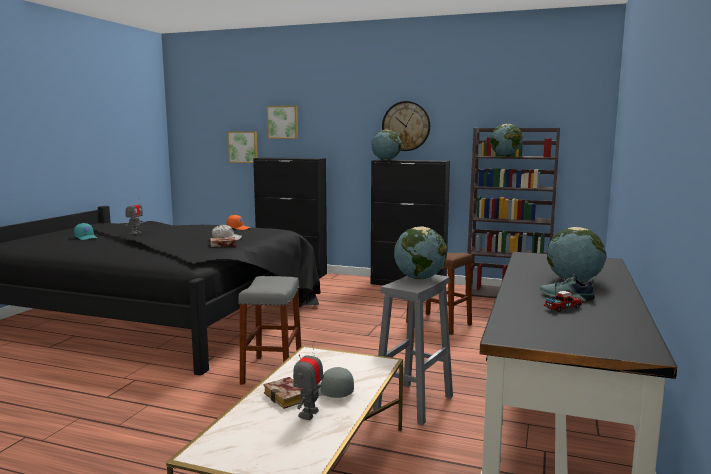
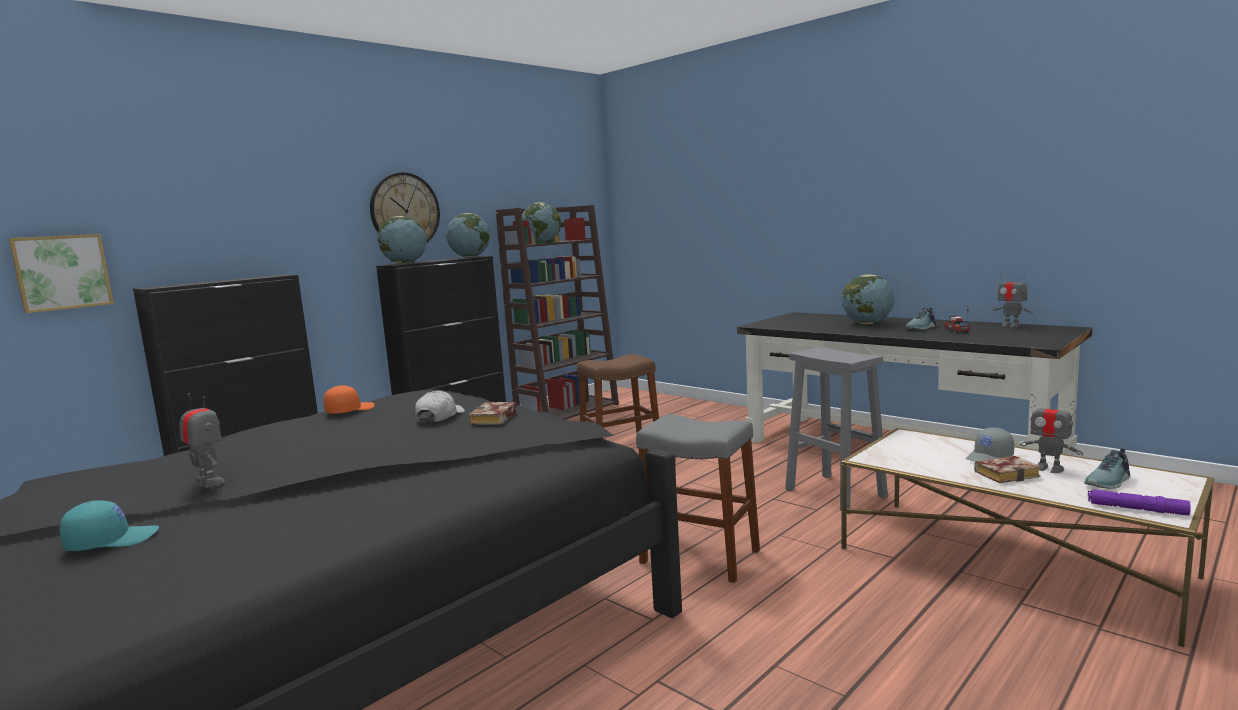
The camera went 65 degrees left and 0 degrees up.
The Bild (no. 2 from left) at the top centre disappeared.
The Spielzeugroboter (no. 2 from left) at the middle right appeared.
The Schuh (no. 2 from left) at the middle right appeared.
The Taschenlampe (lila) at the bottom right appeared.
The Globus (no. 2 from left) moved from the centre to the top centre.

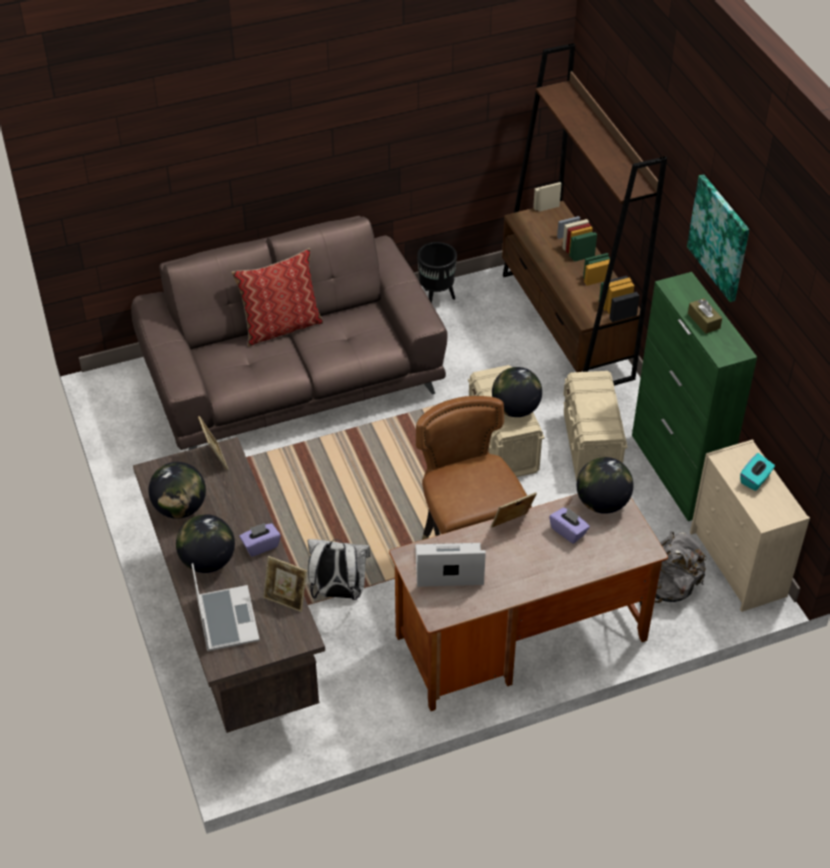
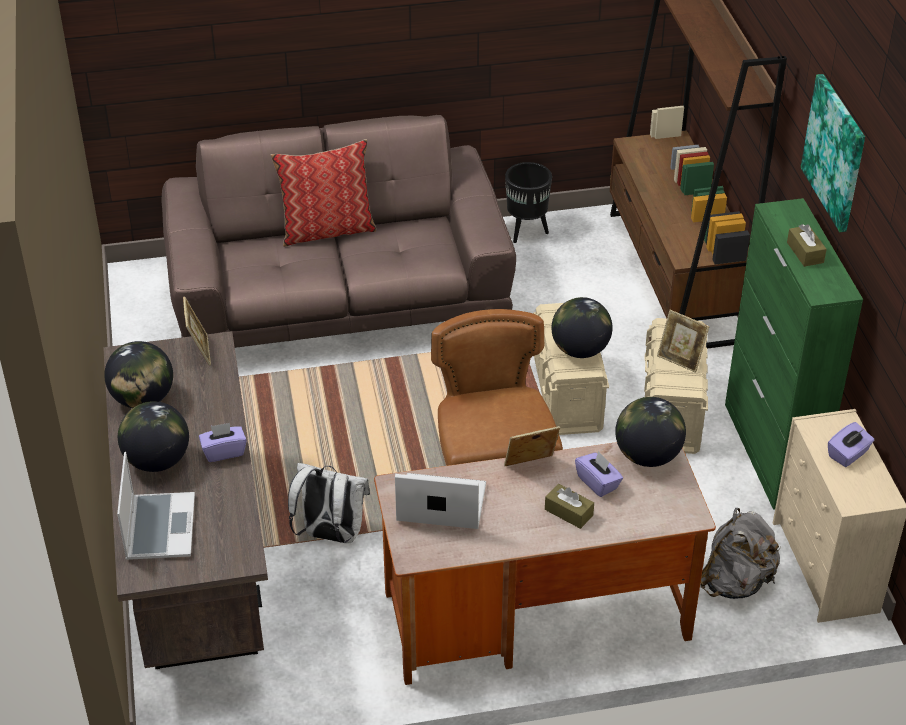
The camera went 10 degrees right and 5 degrees down.
The Taschentuchbox (braun) (no. 1 from left) at the bottom centre appeared.
The Bilderrahmen (no. 2 from left in the first image) moved from the bottom centre to the middle right.
The Taschentuchbox (türkis) at the middle right became the Taschentuchbox (lila) (no. 3 from left) at the middle right.

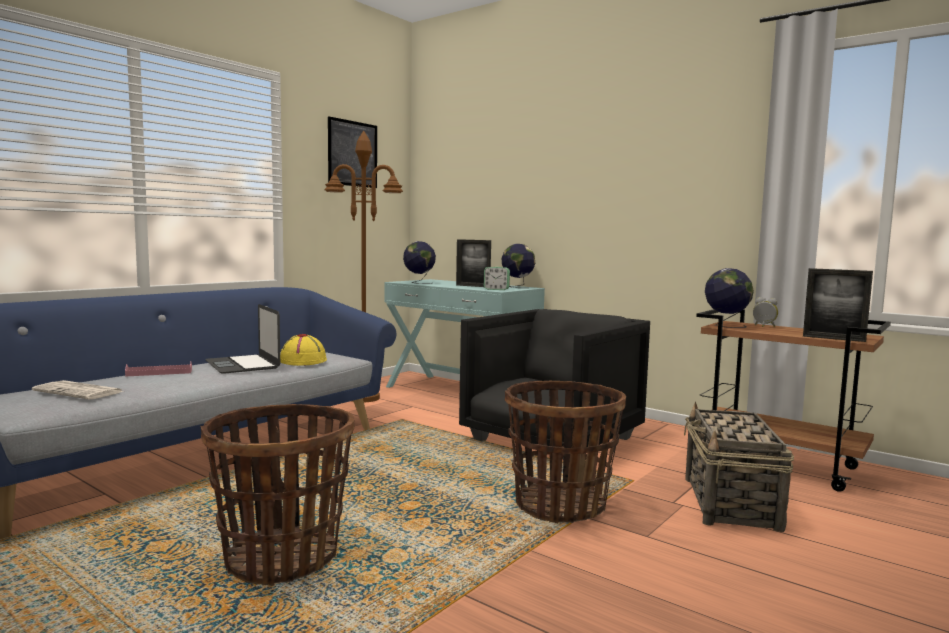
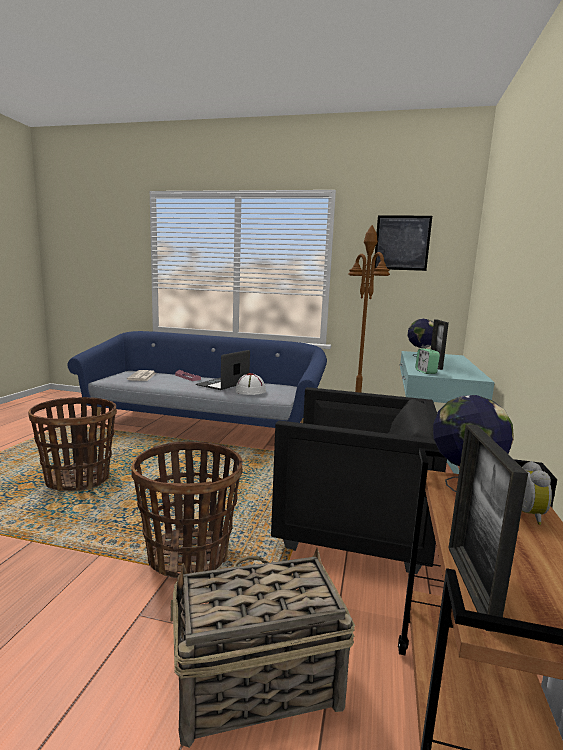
The camera went 65 degrees right and 5 degrees up.
The Globus (no. 2 from left) at the centre disappeared.
The Hut (gelb) at the middle left became the Hut (weiß) at the centre.

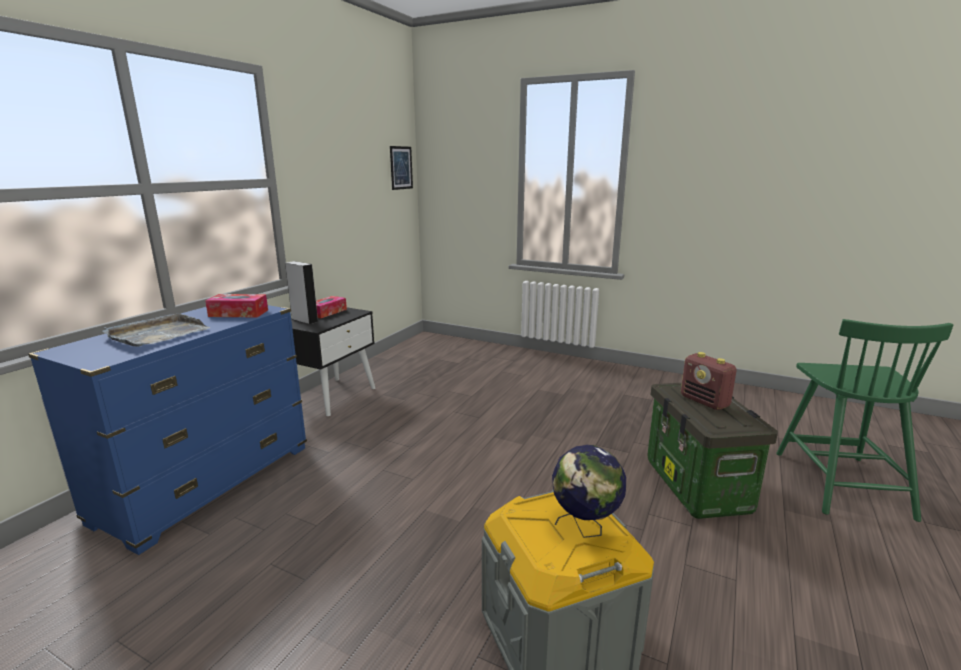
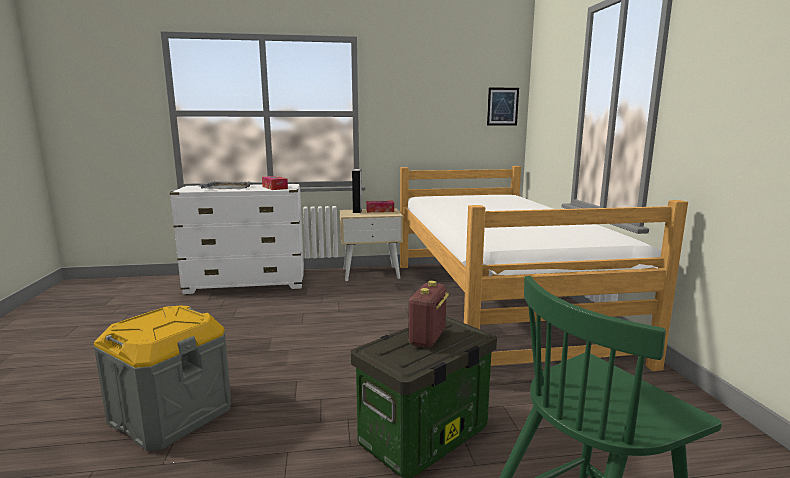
The camera went 55 degrees right and 5 degrees down.
The Globus at the bottom centre disappeared.
The Bett at the middle right appeared.
The Kommode (blau) at the middle left became the Kommode (weiß) at the middle left.
The Nachttisch (schwarz) at the centre became the Nachttisch (beige) at the centre.

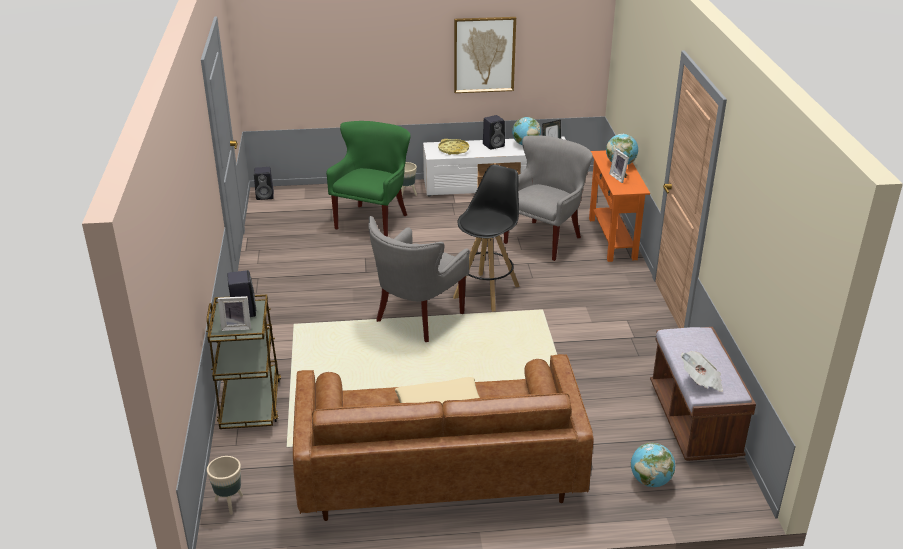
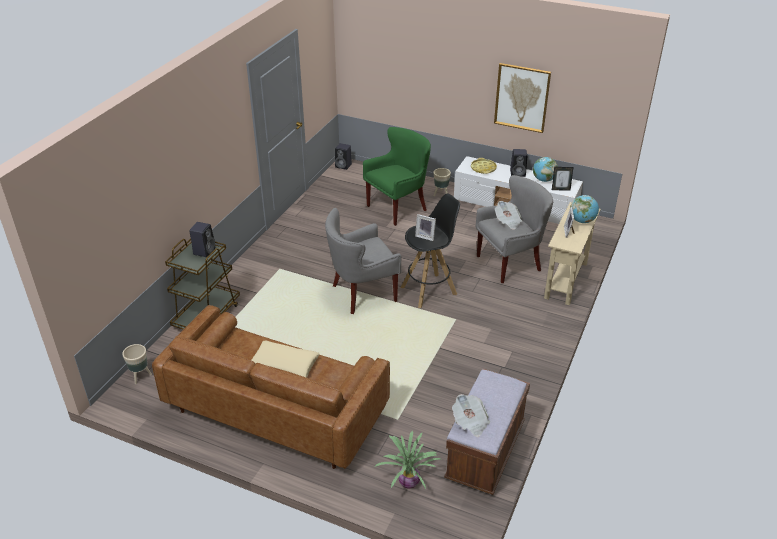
The camera went 30 degrees right and 5 degrees up.
The Zeitung (no. 2 from left) at the centre appeared.
The Bilderrahmen (no. 1 from left) moved from the middle left to the centre.
The Globus (no. 3 from left) at the bottom right was replaced by the Topfpflanze at the bottom centre.
The Konsolentisch (orange) at the middle right became the Konsolentisch (beige) at the middle right.

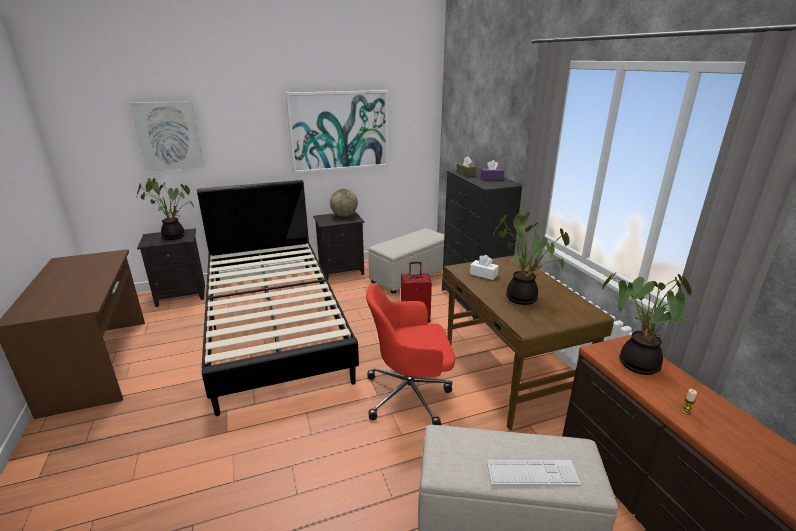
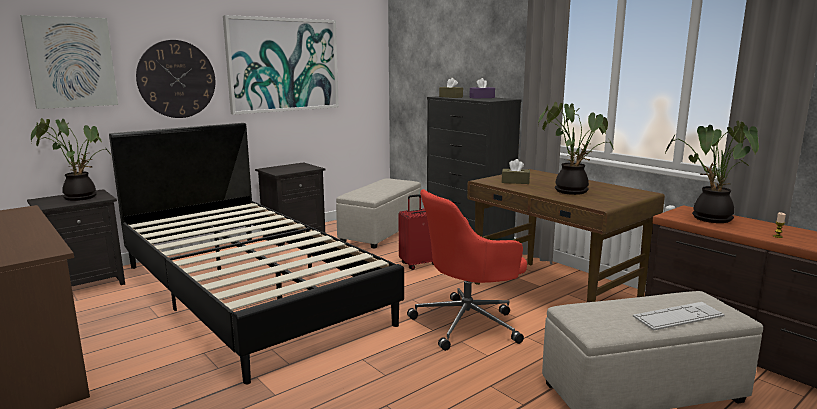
The camera went 20 degrees left and 10 degrees down.
The Globus at the centre disappeared.
The Wanduhr at the top left appeared.
The Taschentuchbox (weiß) at the centre became the Taschentuchbox (braun) (no. 2 from left) at the centre.

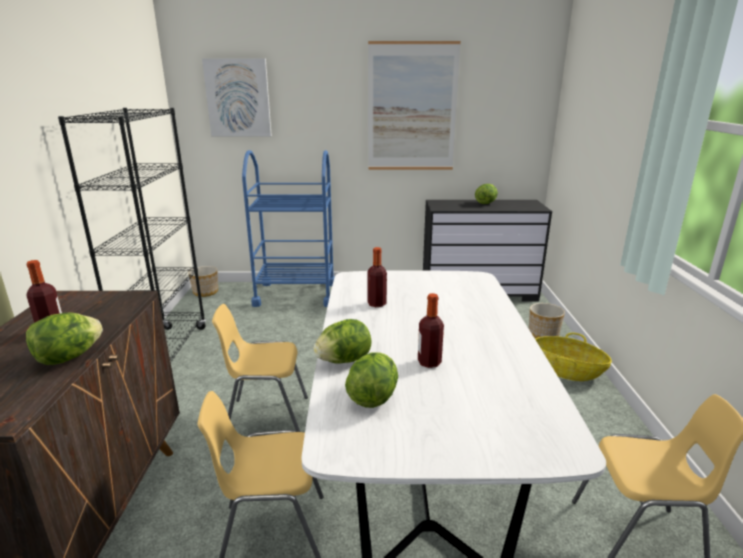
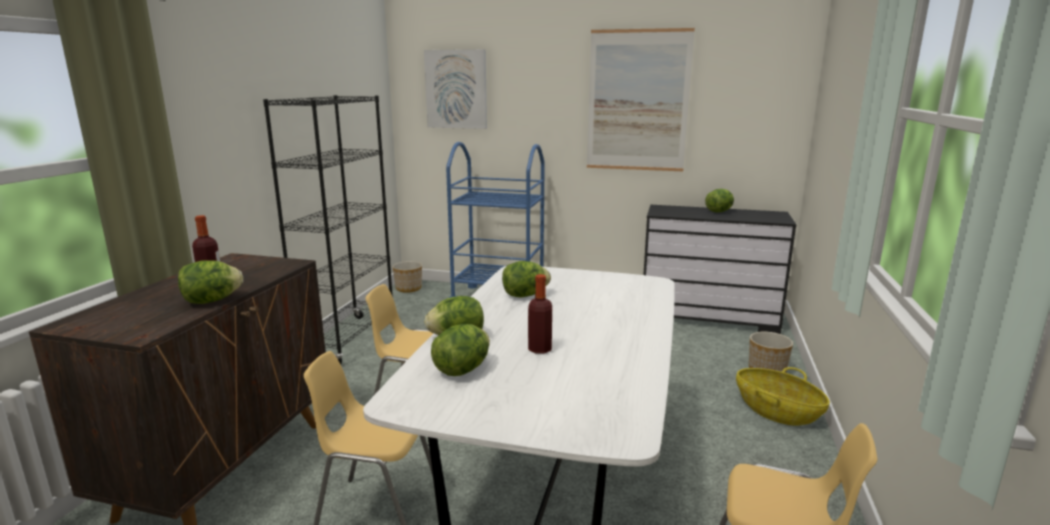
The camera went 15 degrees right and 5 degrees down.
The Flasche (no. 2 from left) at the centre was replaced by the Salatkopf (no. 4 from left) at the centre.

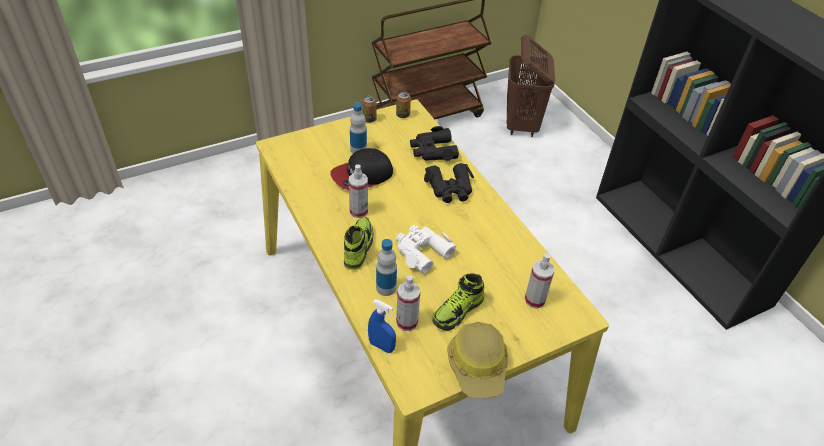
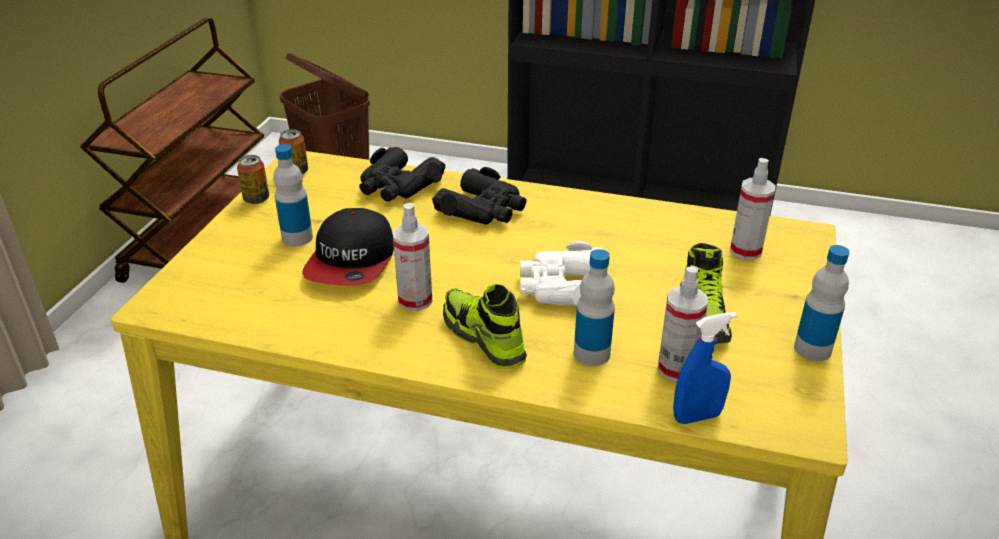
The camera went 45 degrees left and 10 degrees down.
The Schutzhelm at the bottom centre was replaced by the Flasche (no. 3 from left) at the middle right.

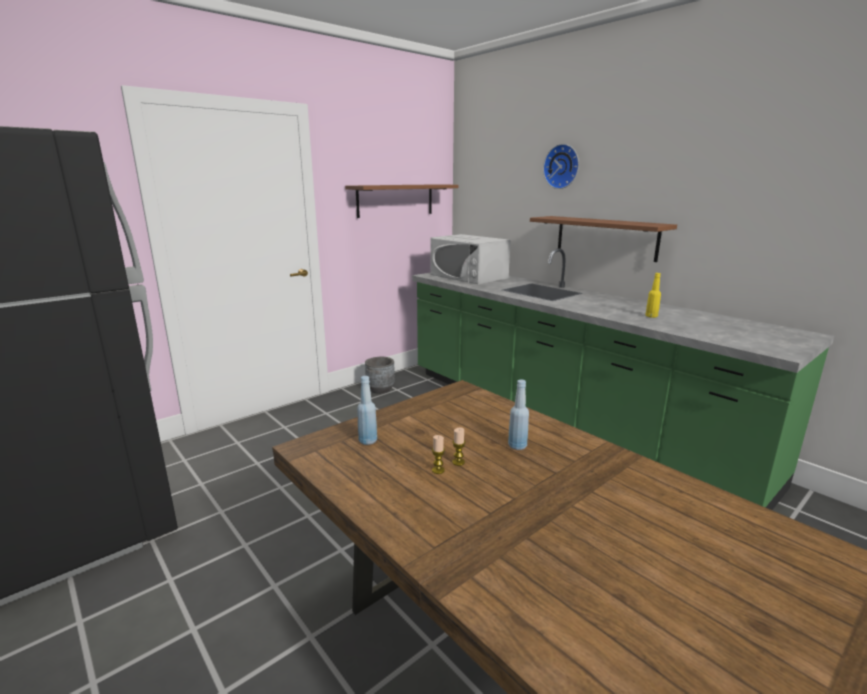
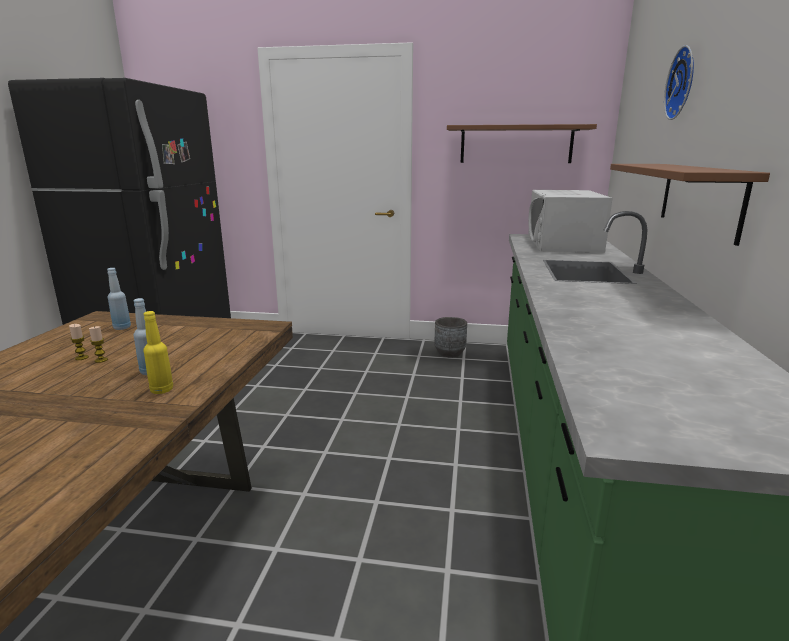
The camera went 50 degrees right and 0 degrees up.
The Flasche (gelb) moved from the middle right to the middle left.

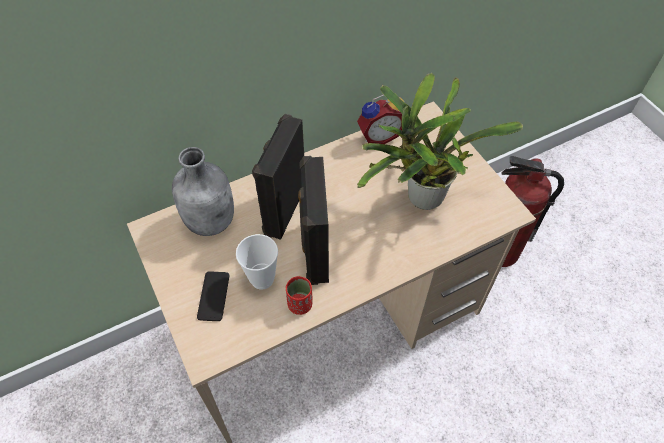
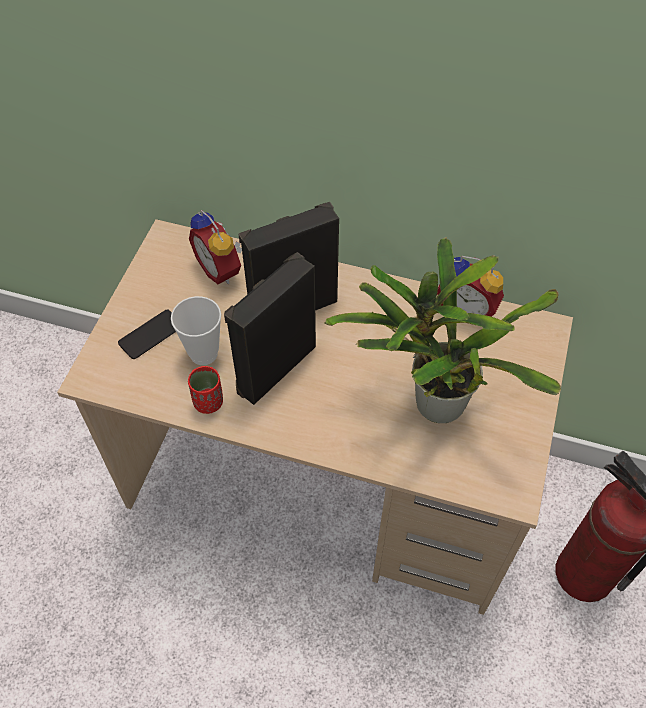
The camera went 45 degrees right and 0 degrees up.
The Flasche (grau) at the middle left was replaced by the Wecker (no. 1 from left) at the middle left.

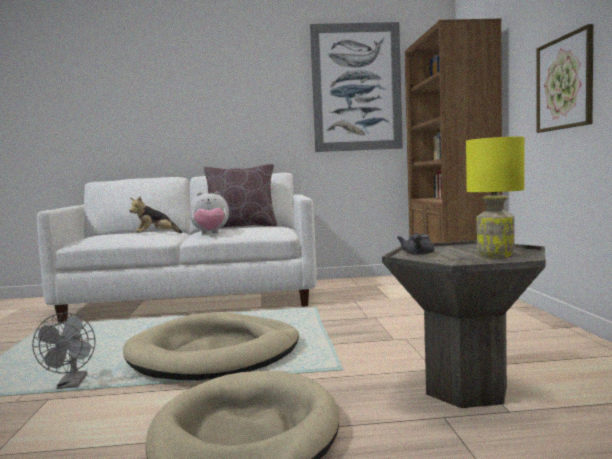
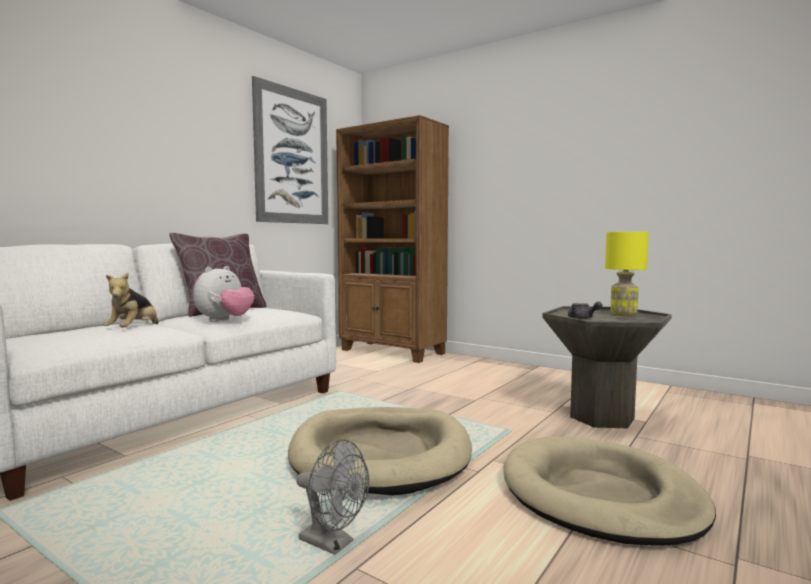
The camera went 50 degrees left and 0 degrees up.
The Bild (no. 2 from left) at the top right disappeared.

